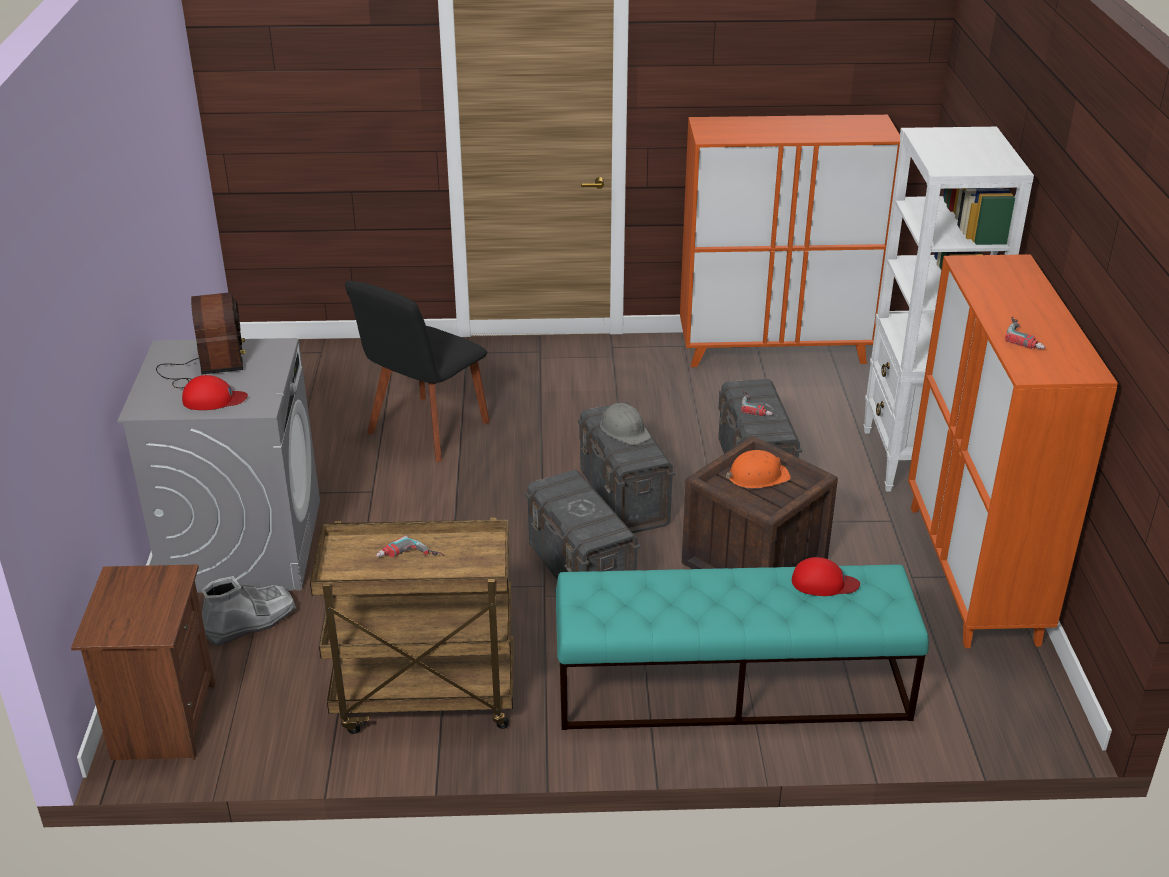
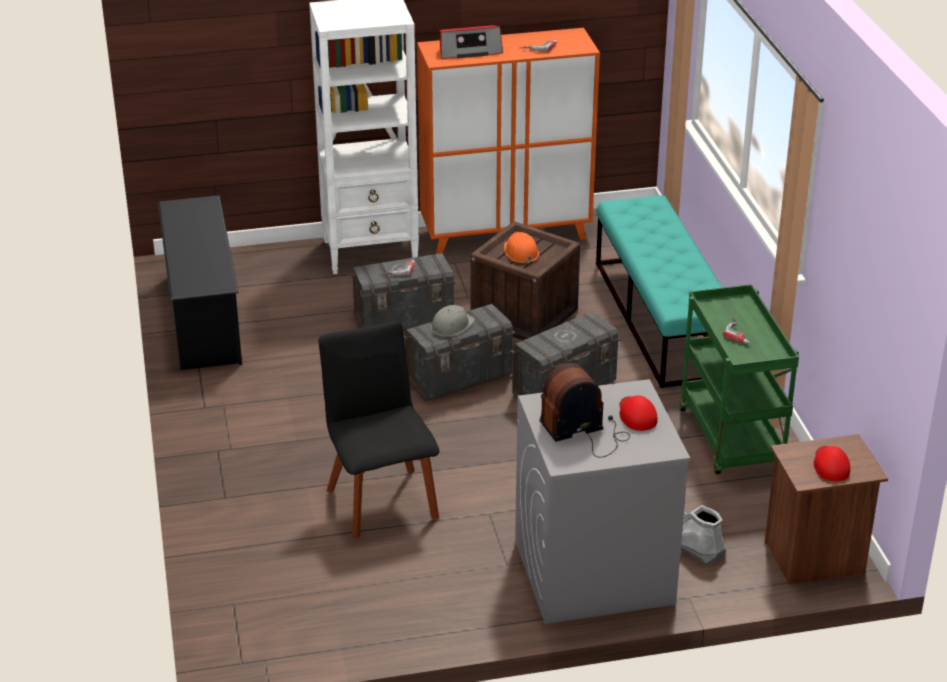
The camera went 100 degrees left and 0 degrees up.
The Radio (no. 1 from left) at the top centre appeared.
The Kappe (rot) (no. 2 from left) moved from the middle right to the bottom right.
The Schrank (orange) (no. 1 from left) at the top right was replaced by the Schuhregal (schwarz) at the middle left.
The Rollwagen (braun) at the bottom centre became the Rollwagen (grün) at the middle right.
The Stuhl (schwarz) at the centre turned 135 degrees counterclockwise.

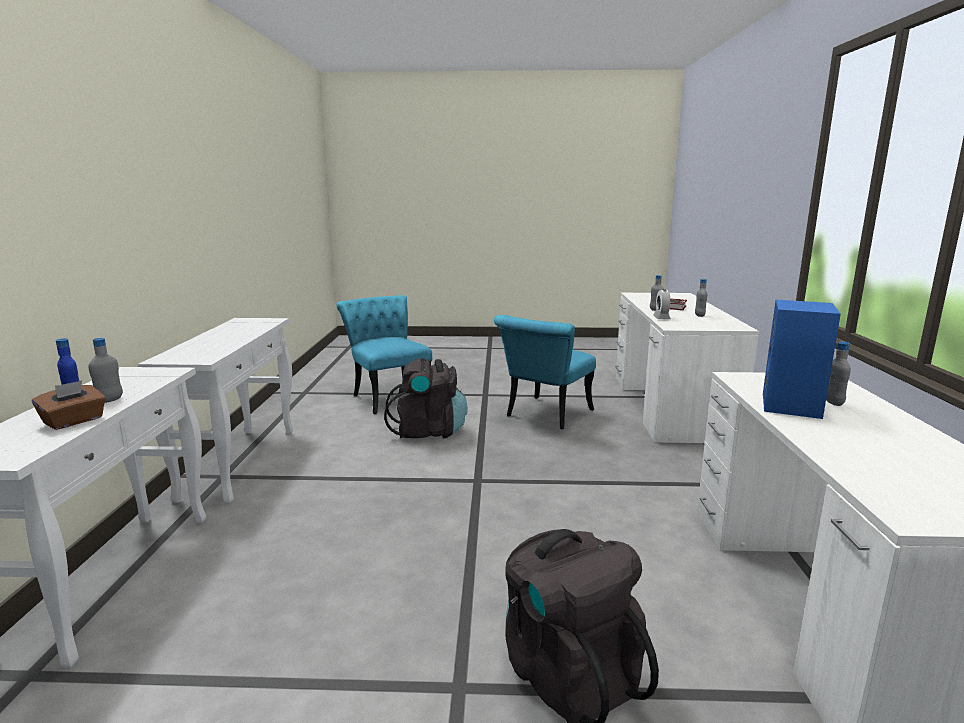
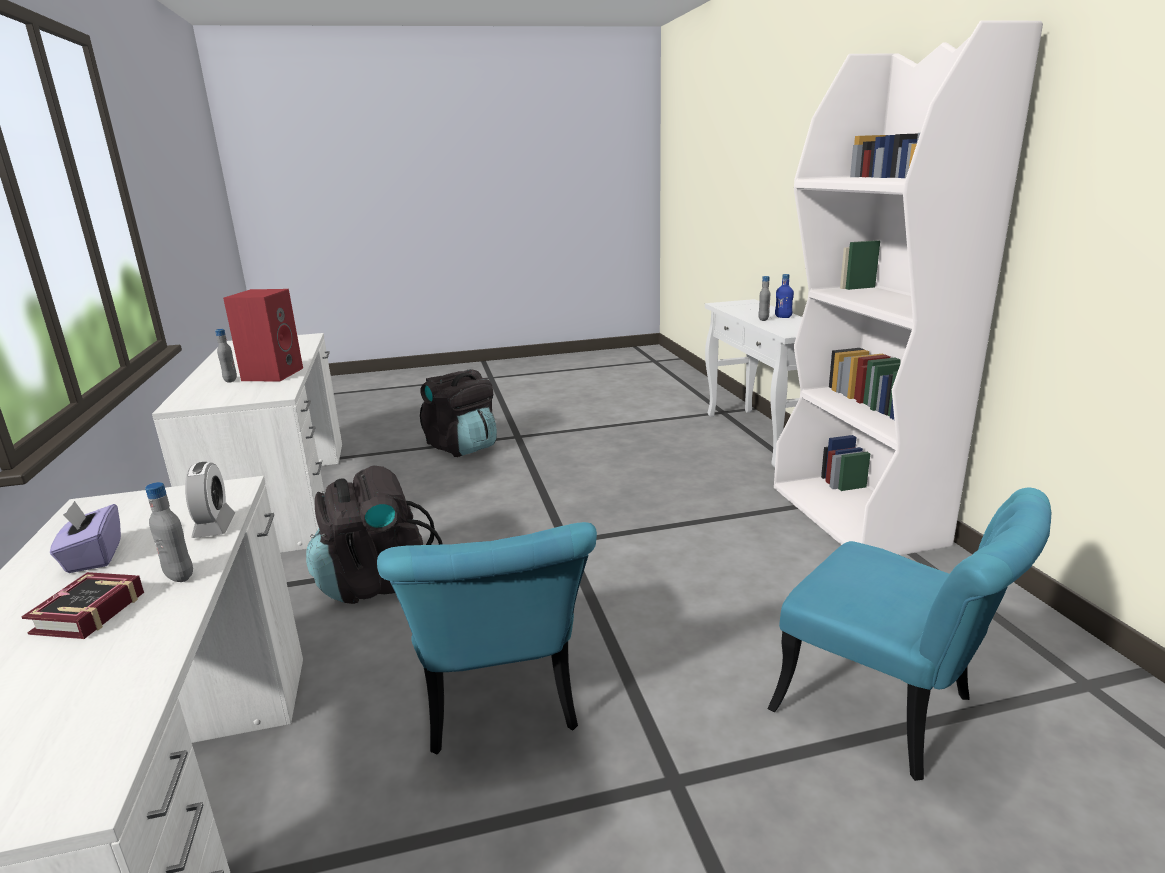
The camera went 165 degrees right and 5 degrees up.
The Taschentuchbox (braun) at the middle left disappeared.
The Rucksack (schwarz) (no. 1 from left) moved from the centre to the middle left.
The Konsolentisch (weiß) (no. 2 from left) at the middle left was replaced by the Bücherregal (weiß) at the top right.
The Flasche (grau) (no. 3 from left) at the middle right was replaced by the Taschentuchbox (lila) at the middle left.
The Lautsprecher (blau) at the middle right became the Lautsprecher (rot) at the middle left.
The Stuhl (türkis) (no. 2 from left in the first image) at the centre turned 150 degrees clockwise.

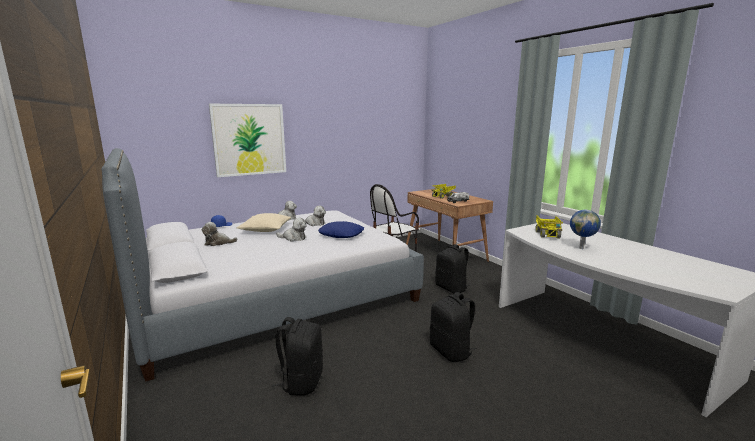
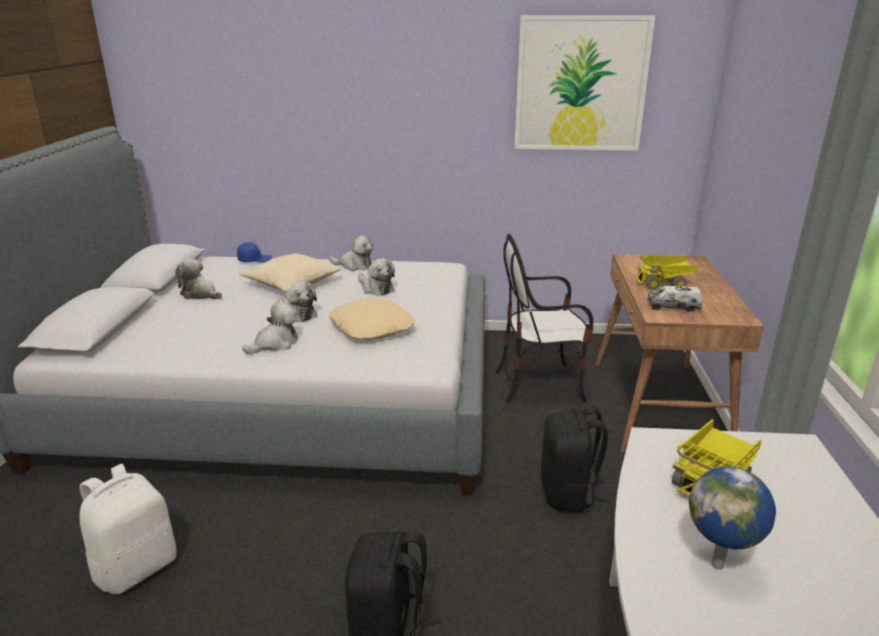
The camera went 35 degrees right and 10 degrees up.
The Plüschtier (no. 2 from left) at the middle left appeared.
The Bild moved from the top left to the top centre.
The Rucksack (schwarz) (no. 1 from left) at the bottom centre became the Rucksack (weiß) at the bottom left.
The Kissen (blau) at the centre became the Kissen (beige) (no. 2 from left) at the centre.

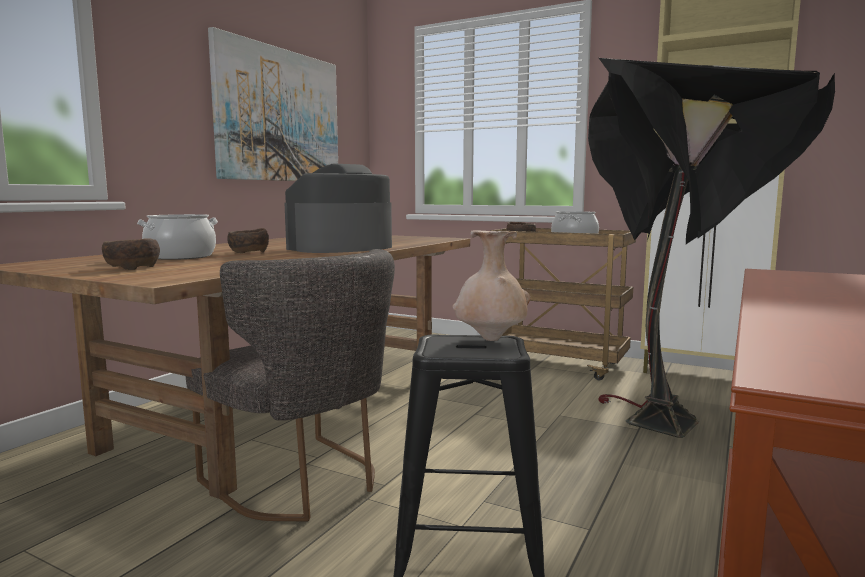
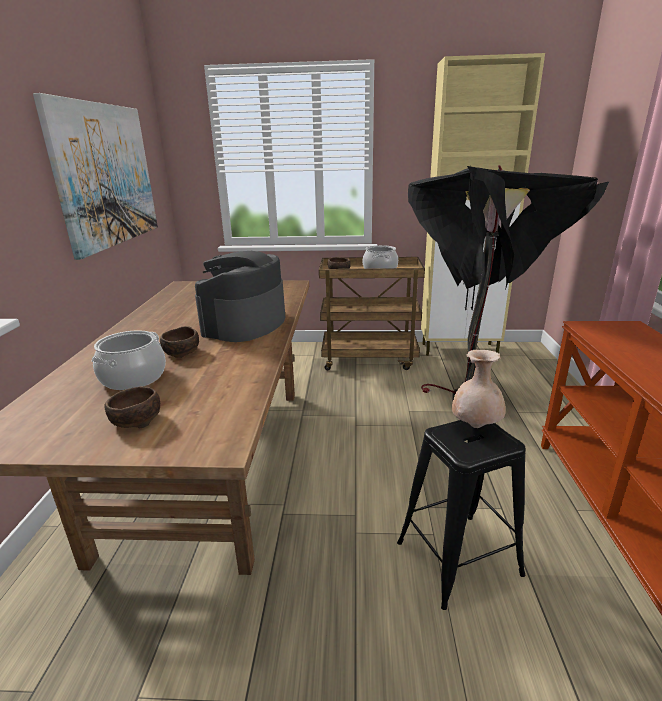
The camera went 25 degrees left and 15 degrees up.
The Stuhl (grau) at the bottom centre disappeared.

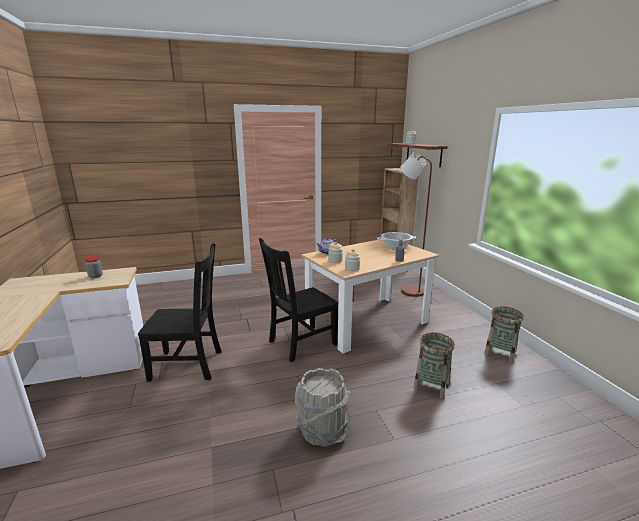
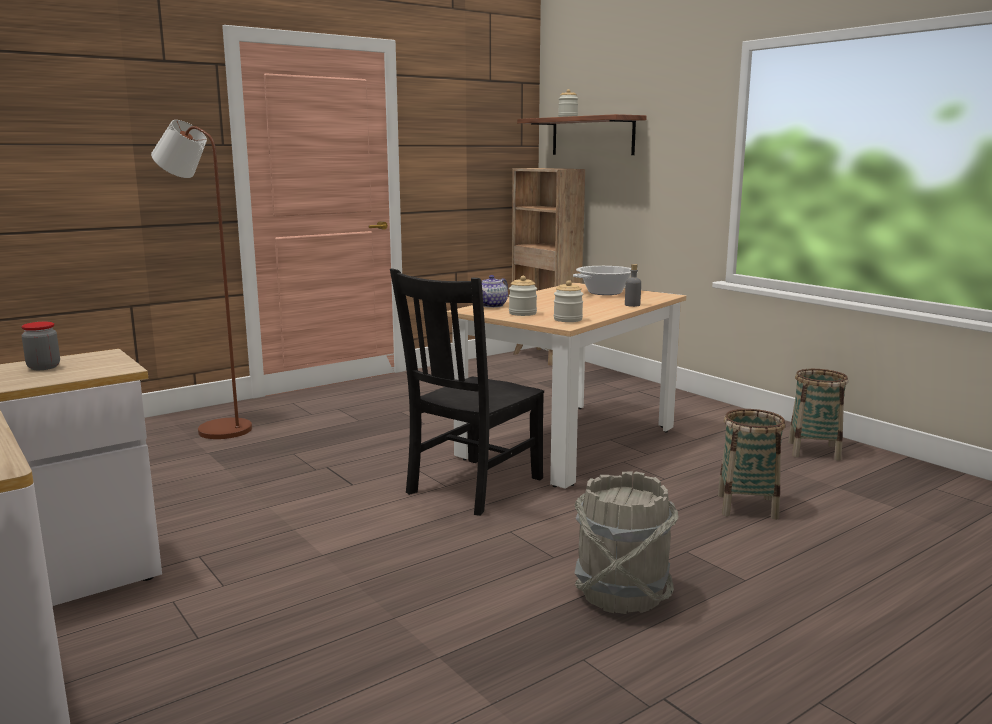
The camera went 20 degrees left and 5 degrees down.
The Stuhl (schwarz) (no. 1 from left) at the middle left disappeared.
The Stehlampe (braun) moved from the centre to the middle left.

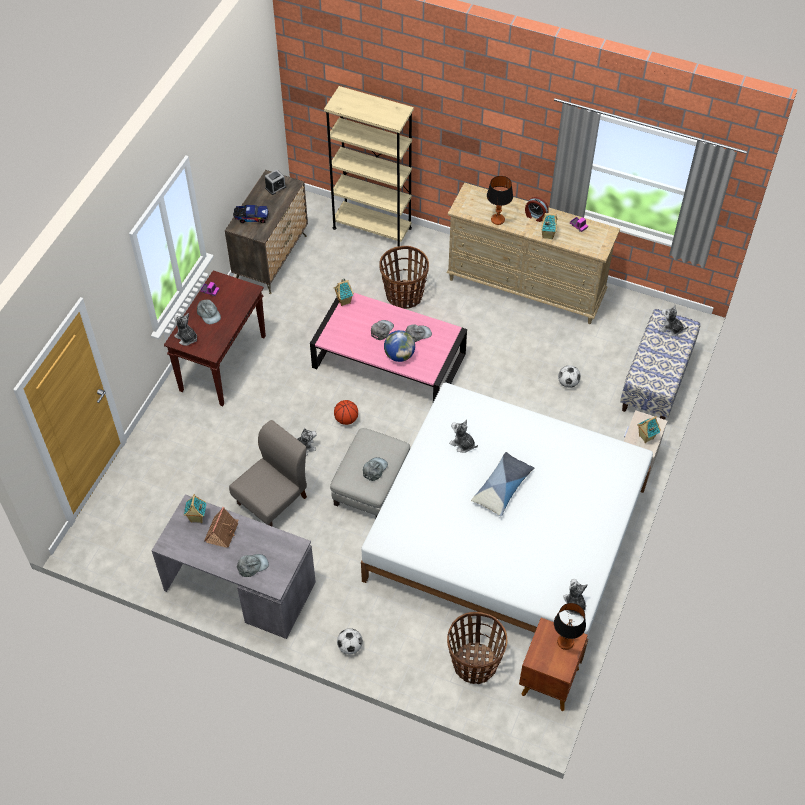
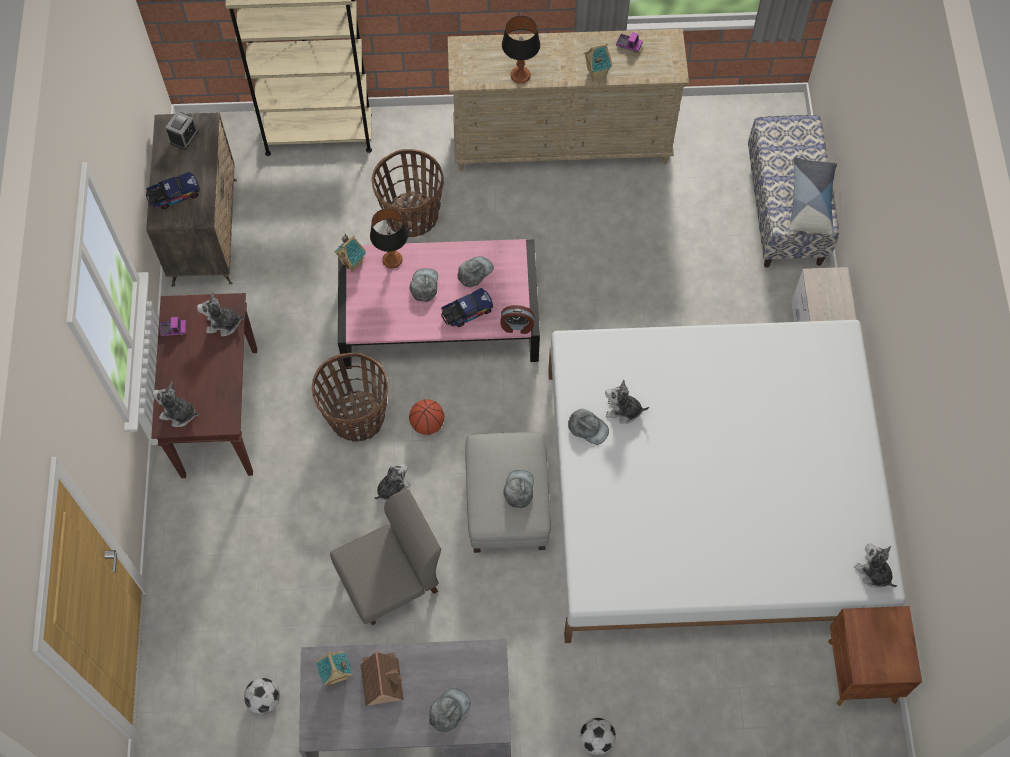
The camera went 25 degrees left and 10 degrees up.
The Spielzeughaus (no. 5 from left) at the middle right disappeared.
The Kappe (grau) (no. 1 from left in the first image) moved from the middle left to the centre.
The Korb (no. 2 from left in the first image) moved from the bottom centre to the centre.
The Kissen moved from the centre to the top right.
The Wecker (no. 2 from left) moved from the top right to the centre.
The Tischlampe (no. 2 from left in the first image) moved from the bottom right to the top centre.
The Fußball (no. 2 from left in the first image) moved from the middle right to the bottom left.
The Plüschtier (no. 5 from left in the first image) moved from the middle right to the middle left.
The Globus at the centre was replaced by the Spielzeuglaster (no. 3 from left) at the centre.
The Stuhl (grau) at the middle left turned 45 degrees clockwise.

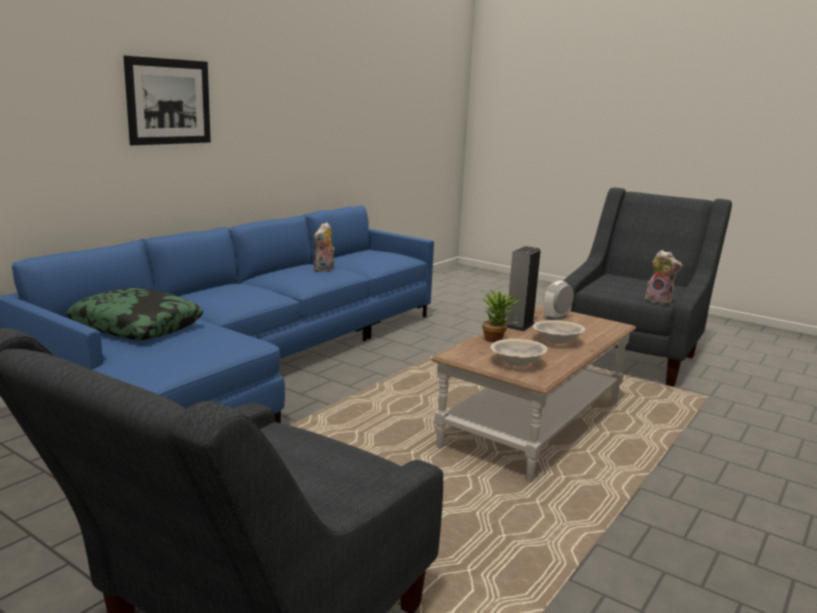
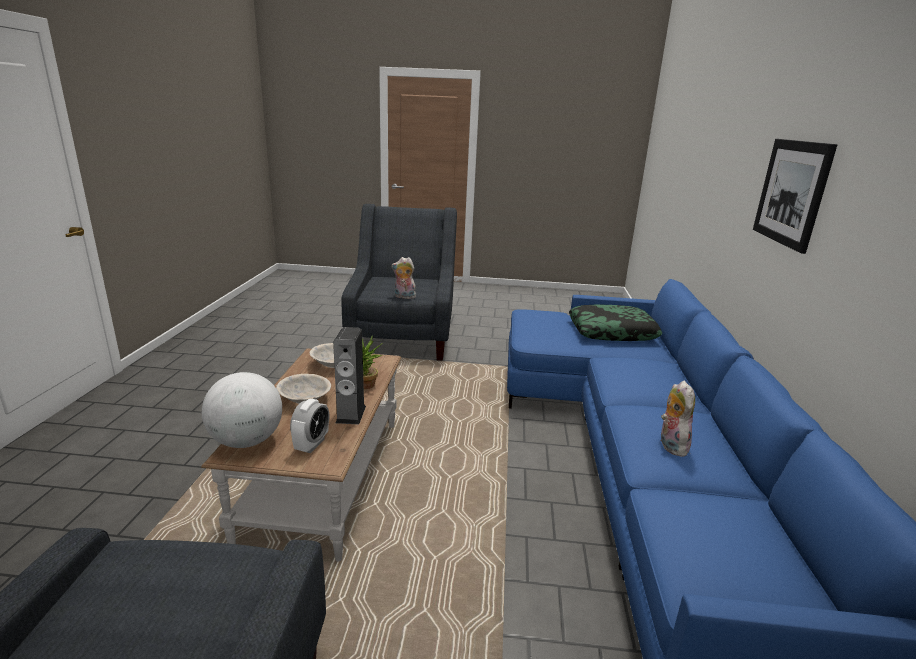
The camera went 150 degrees right and 5 degrees up.
The Globus at the middle left appeared.
The Plüschtier (no. 2 from left in the first image) moved from the middle right to the centre.

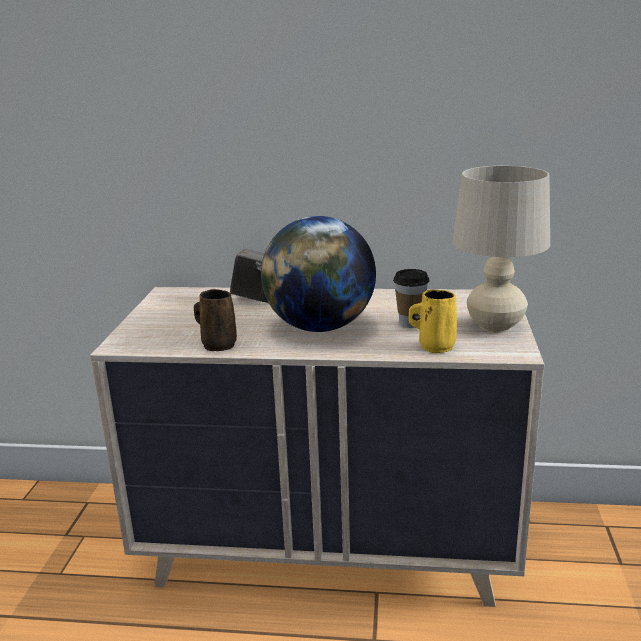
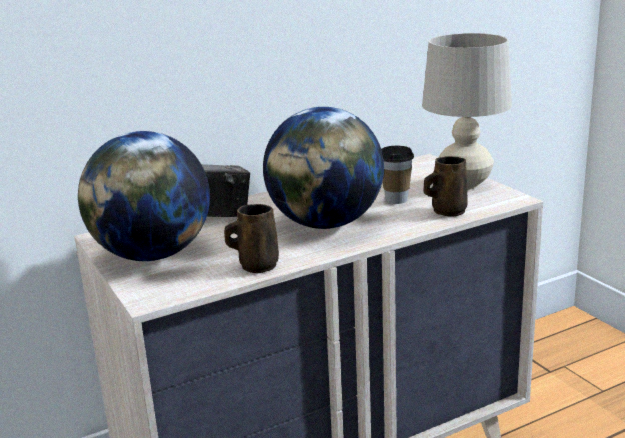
The camera went 35 degrees left and 0 degrees up.
The Globus (no. 1 from left) at the middle left appeared.
The Henkelbecher (gelb) at the middle right became the Henkelbecher (braun) (no. 2 from left) at the middle right.

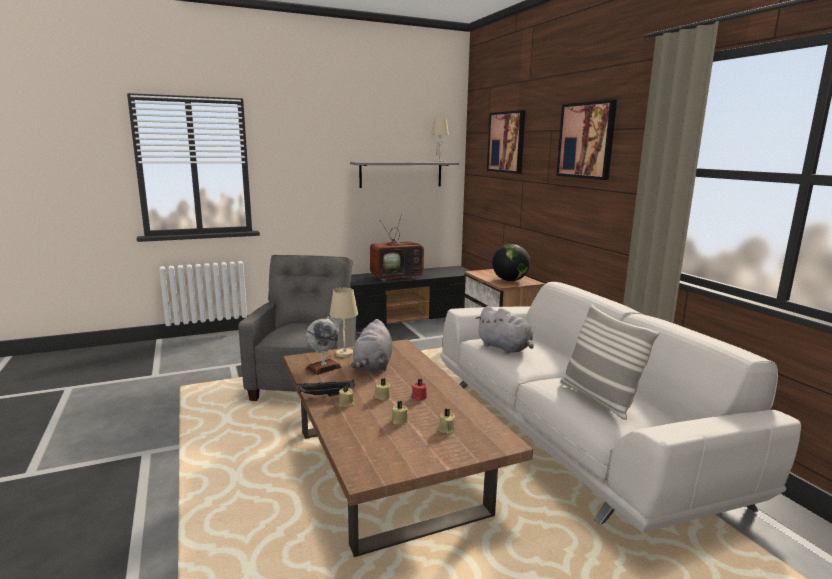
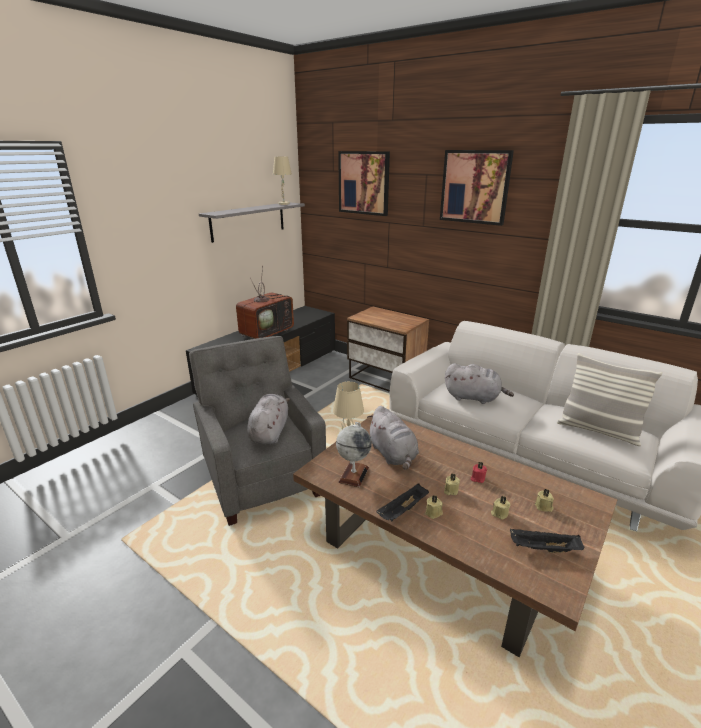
The camera went 30 degrees left and 10 degrees up.
The Globus (no. 2 from left) at the centre disappeared.
The Plüschtier (grau) (no. 1 from left) at the centre appeared.
The Tablett (schwarz) (no. 2 from left) at the bottom right appeared.

